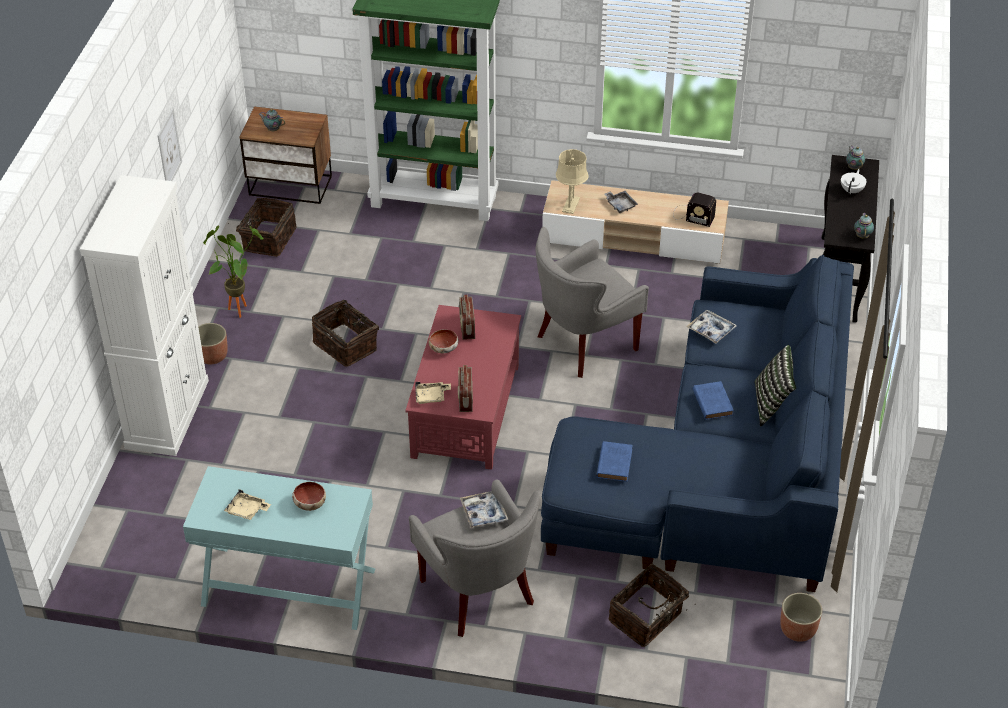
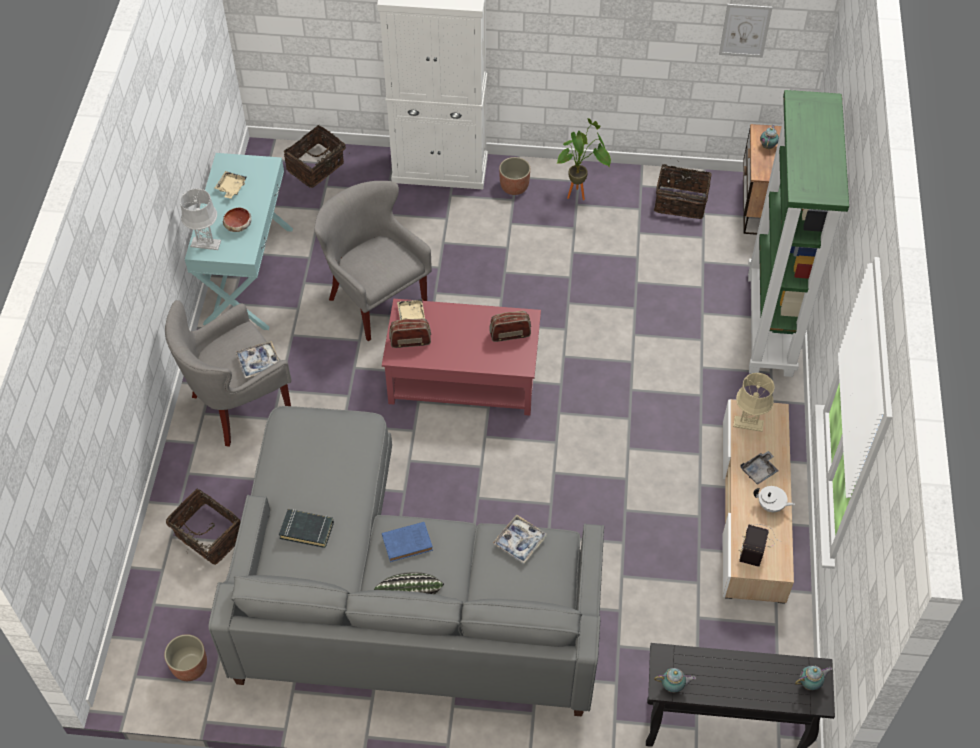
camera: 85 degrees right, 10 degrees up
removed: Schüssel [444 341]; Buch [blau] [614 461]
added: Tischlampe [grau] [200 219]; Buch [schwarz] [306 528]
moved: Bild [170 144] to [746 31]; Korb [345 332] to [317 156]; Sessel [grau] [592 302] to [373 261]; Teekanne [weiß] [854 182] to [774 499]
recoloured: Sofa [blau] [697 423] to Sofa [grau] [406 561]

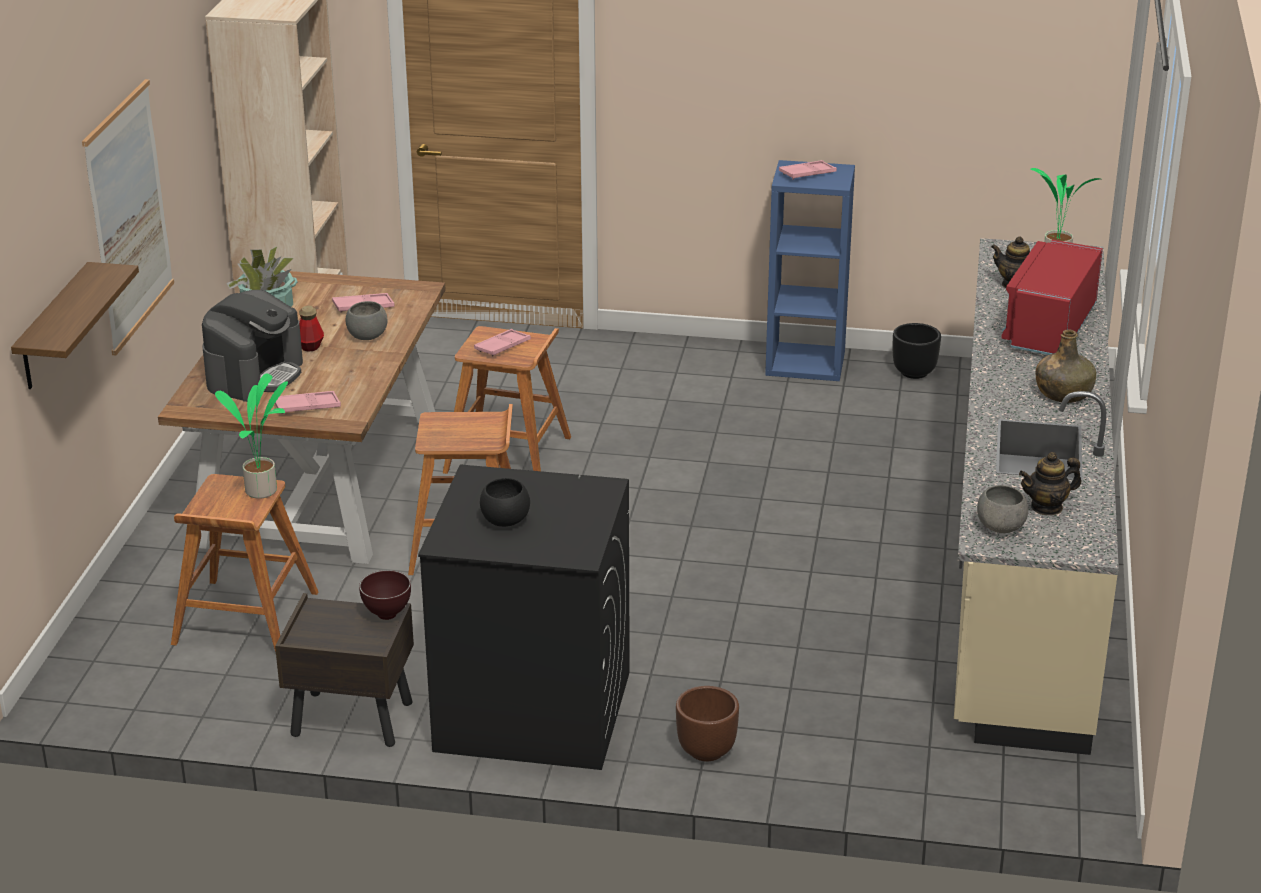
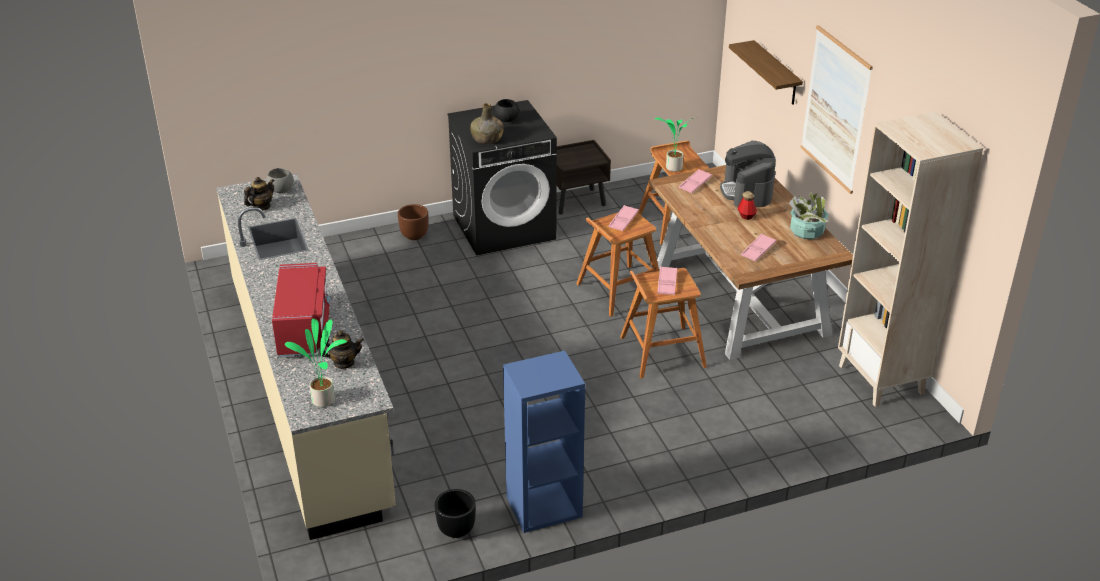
camera: 150 degrees right, 5 degrees up
removed: Schüssel [grau] [366 320]; Schüssel [braun] [385 595]
moved: Tablett [rosa] [808 170] to [624 218]; Flasche [grün] [1066 366] to [487 123]

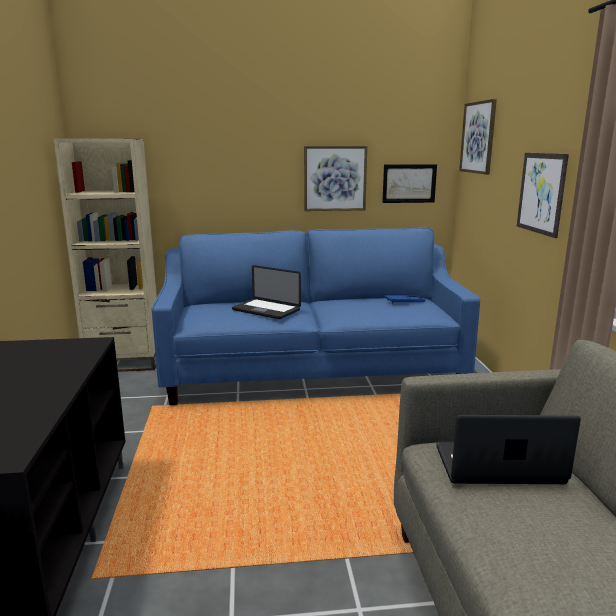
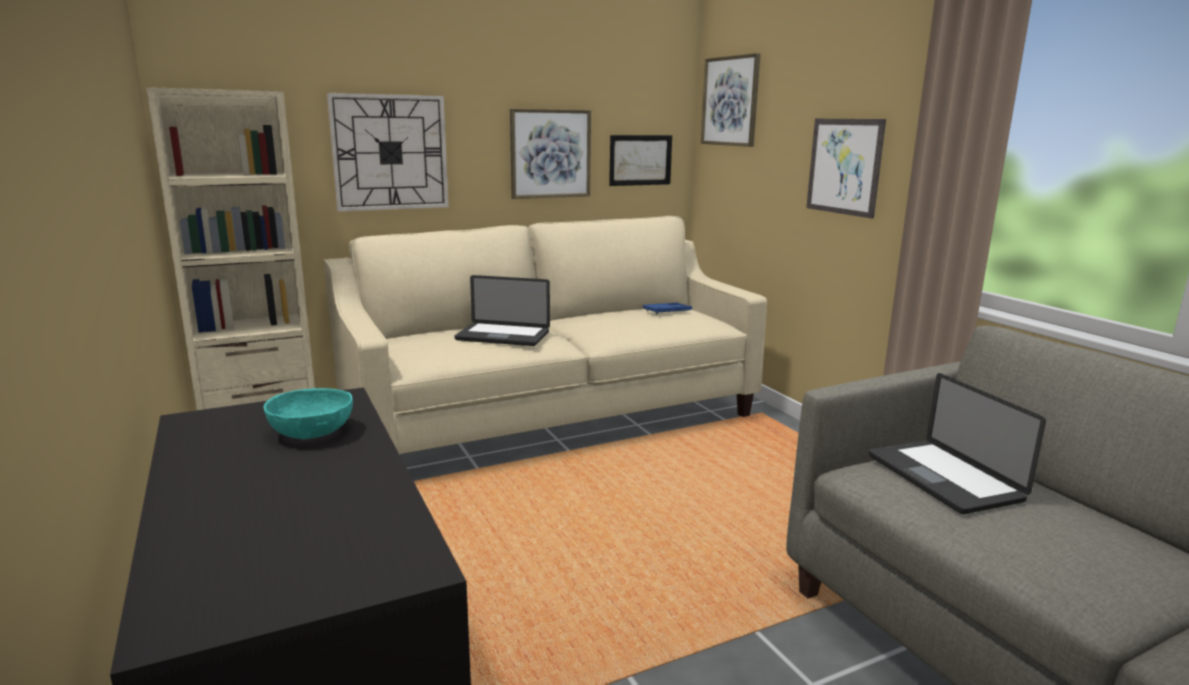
camera: 20 degrees left, 0 degrees up
added: Schüssel [türkis] [308 413]; Wanduhr [388 152]
recoloured: Sofa [blau] [316 316] to Sofa [beige] [545 335]
turned: Laptop [508 449] = [957 443] 90 degrees counterclockwise

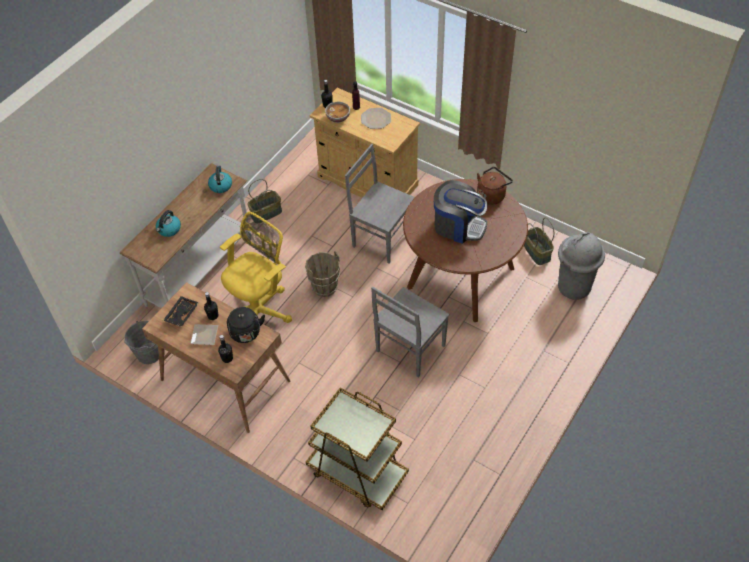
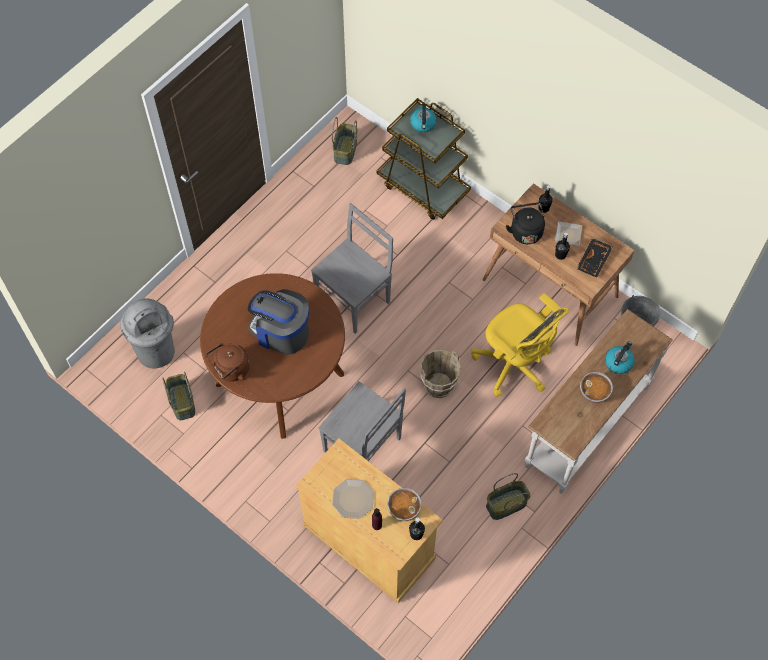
camera: 175 degrees left, 10 degrees up
added: Korb [344 141]; Schüssel [596 387]
moved: Wasserkessel [220 179] to [423 118]
turned: Bürostuhl [gelb] [256 267] = [520 345] 90 degrees counterclockwise

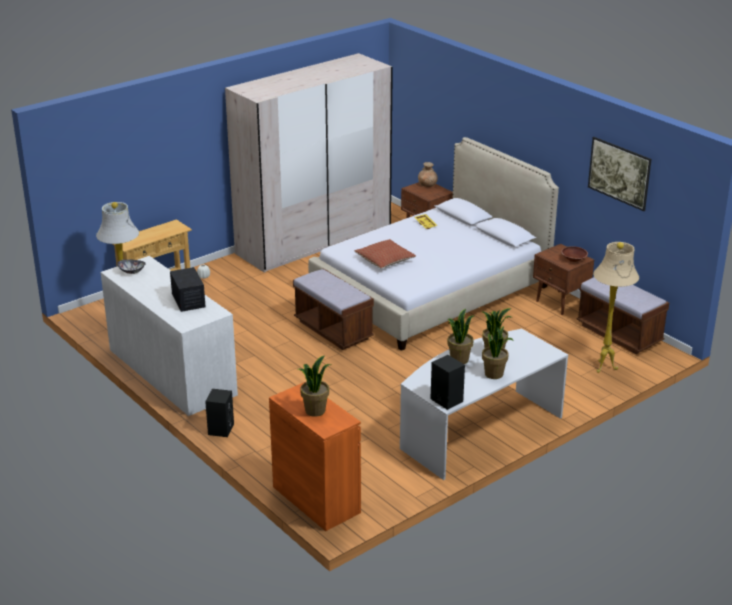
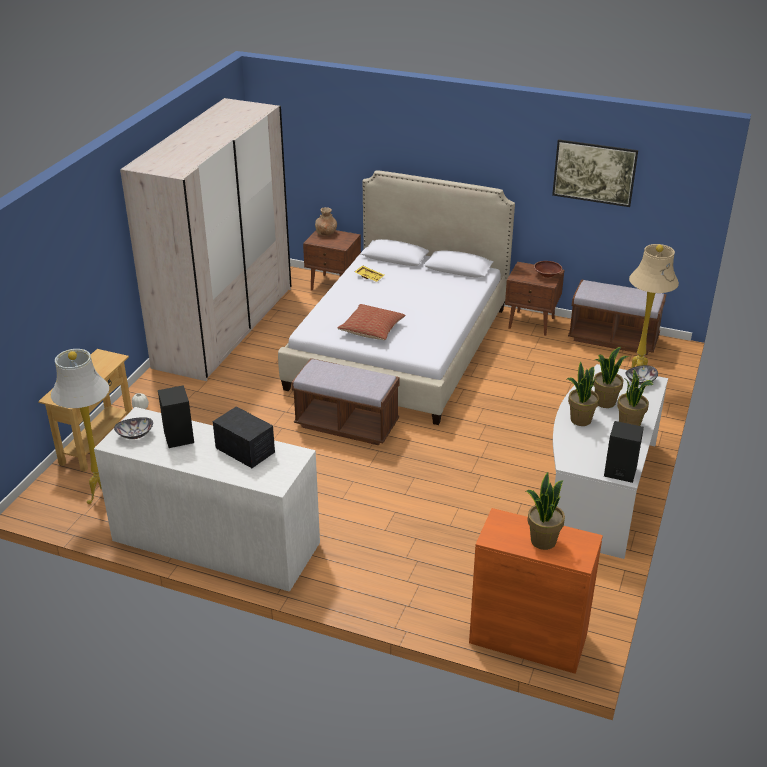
camera: 30 degrees left, 5 degrees up
added: Schüssel [642 375]
moved: Lautsprecher [schwarz] [219 413] to [176 416]

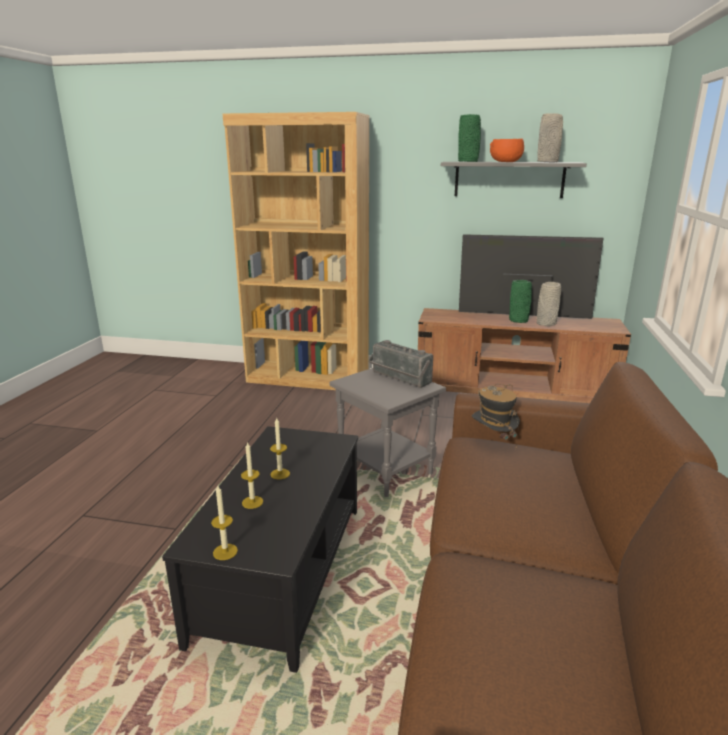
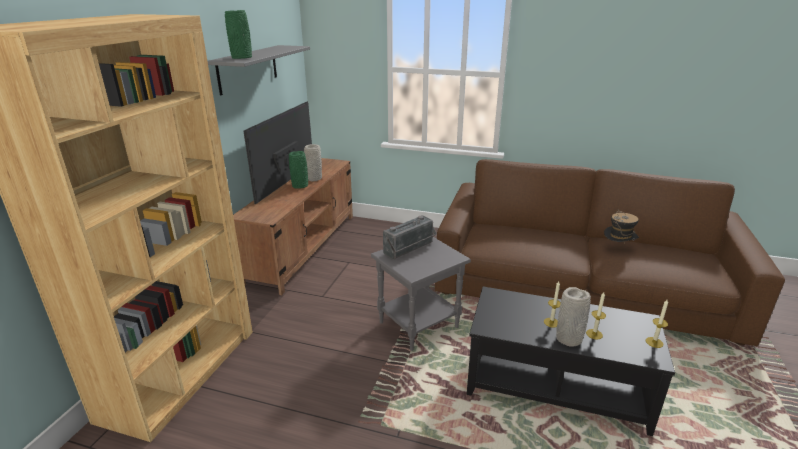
camera: 85 degrees left, 5 degrees up
removed: Schüssel [orange] [507 150]
moved: Hut [496 415] to [621 226]; Vase [grau] [550 138] to [573 317]

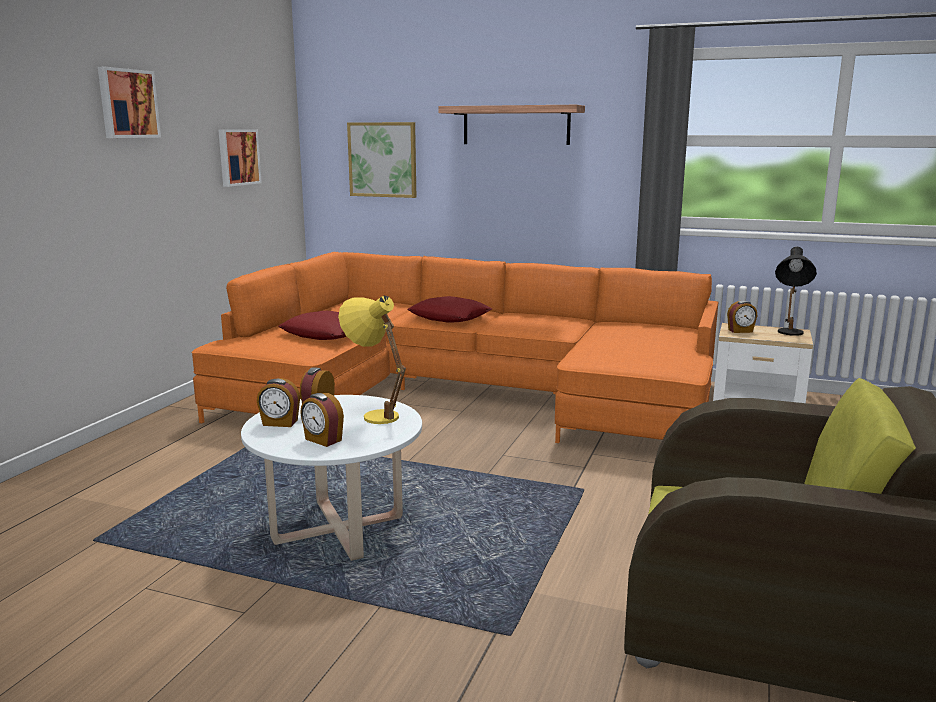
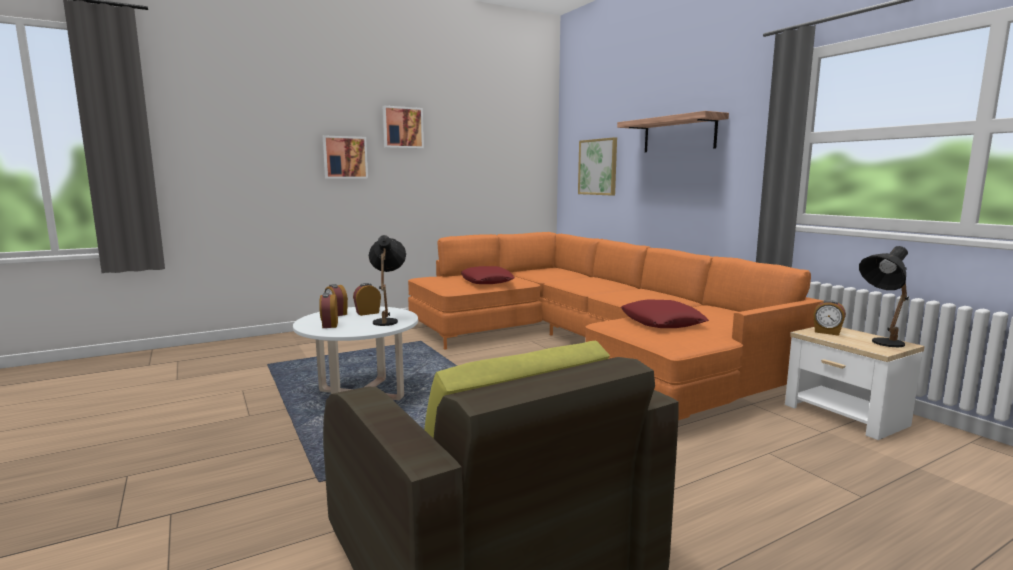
camera: 40 degrees right, 5 degrees down
moved: Bild [240 158] to [345 157]; Kissen [rot] [449 309] to [665 313]
recoloured: Tischlampe [gelb] [372 360] to Tischlampe [schwarz] [387 280]

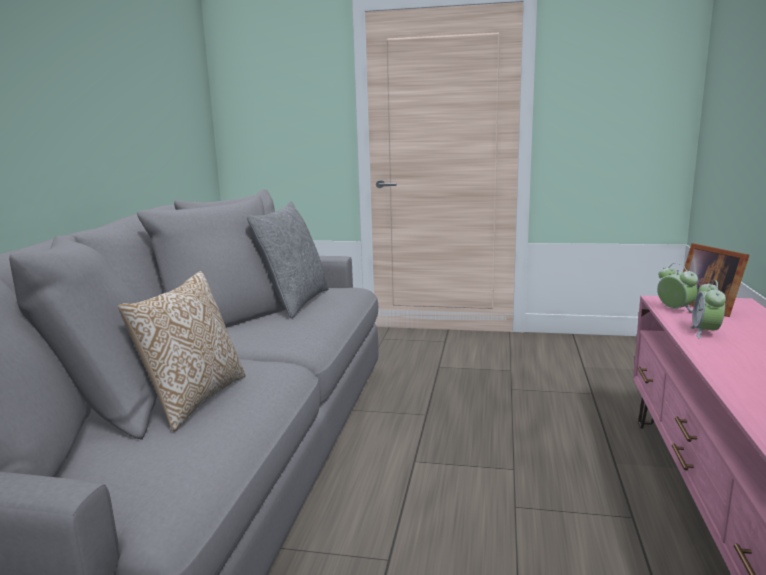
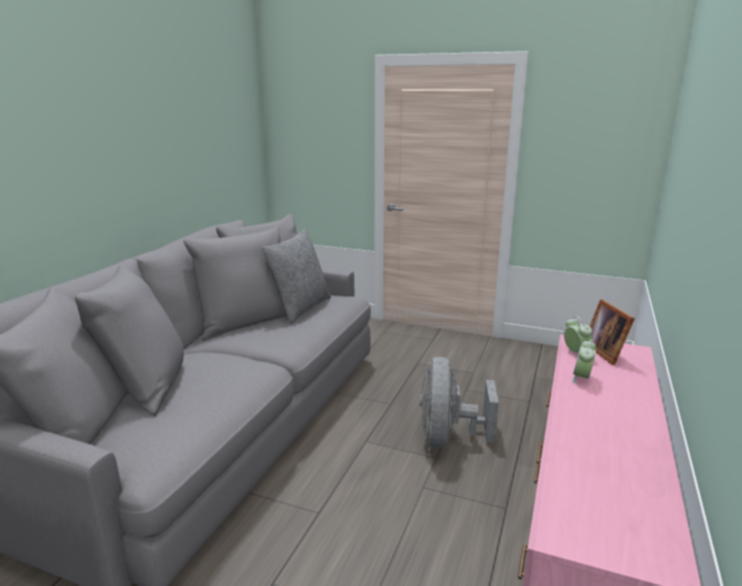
camera: 10 degrees right, 5 degrees up
removed: Kissen [182 351]
added: Ventilator [grau] [459 402]

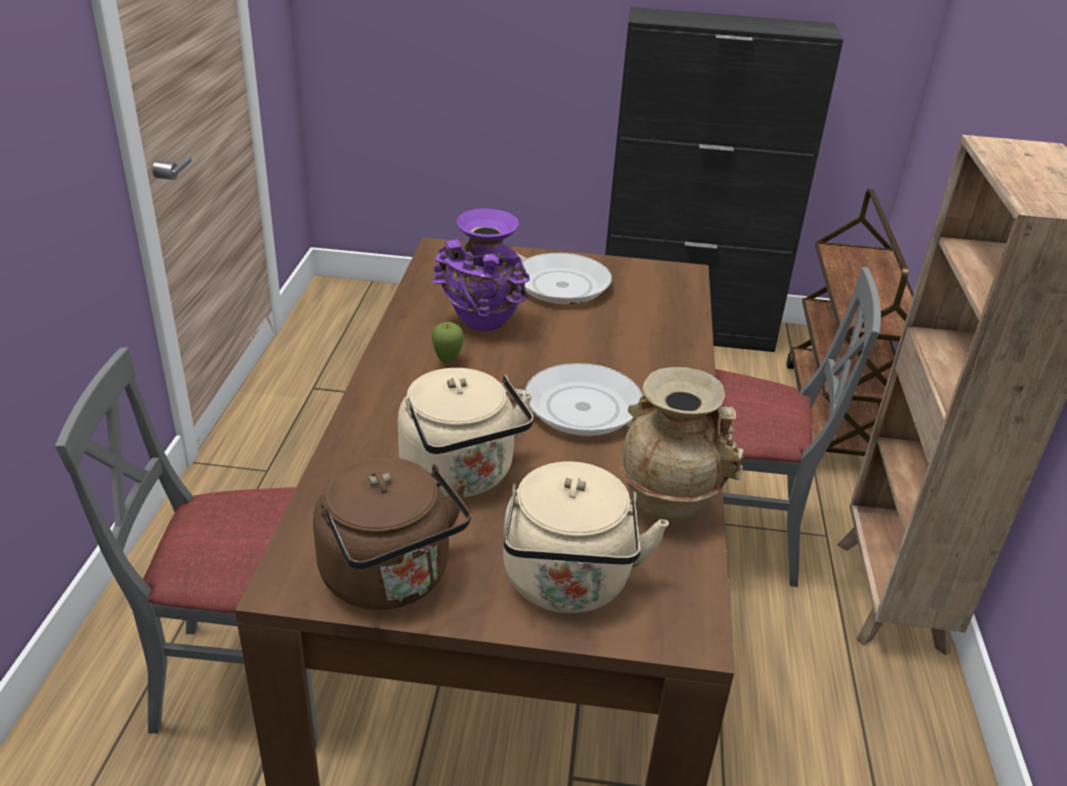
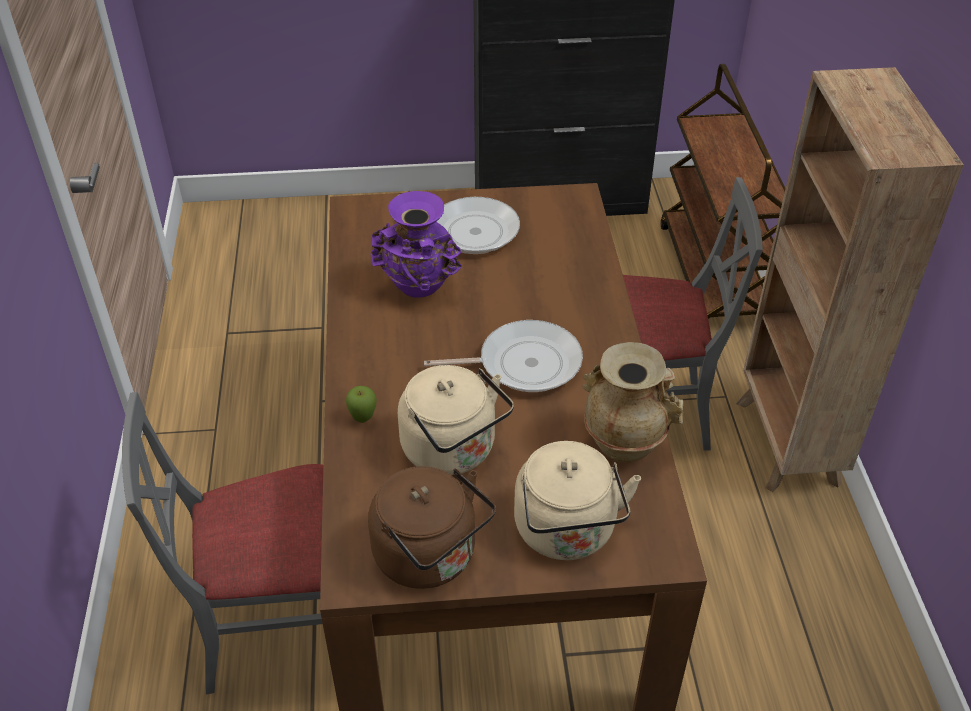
camera: 10 degrees left, 10 degrees up
moved: Apfel [448 342] to [361 404]

